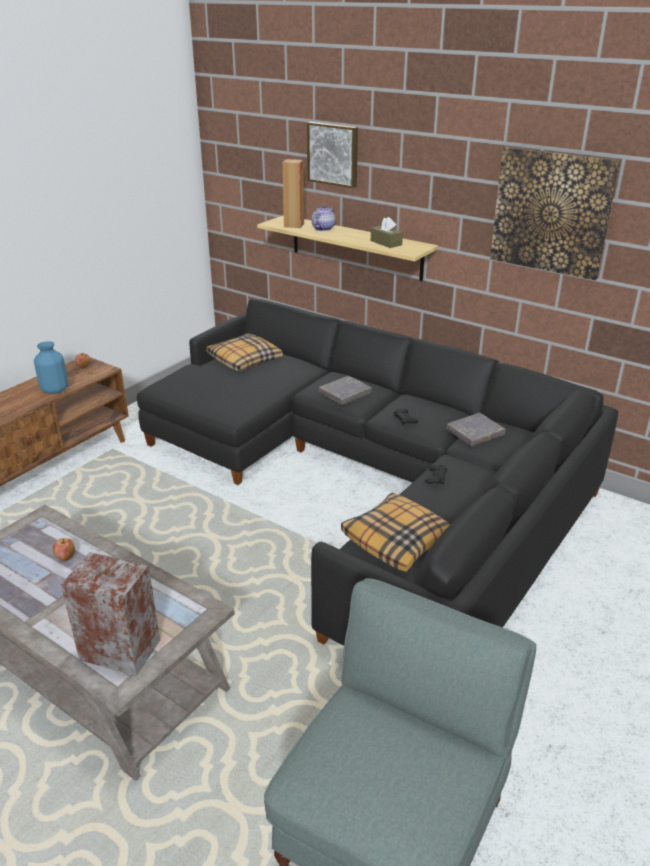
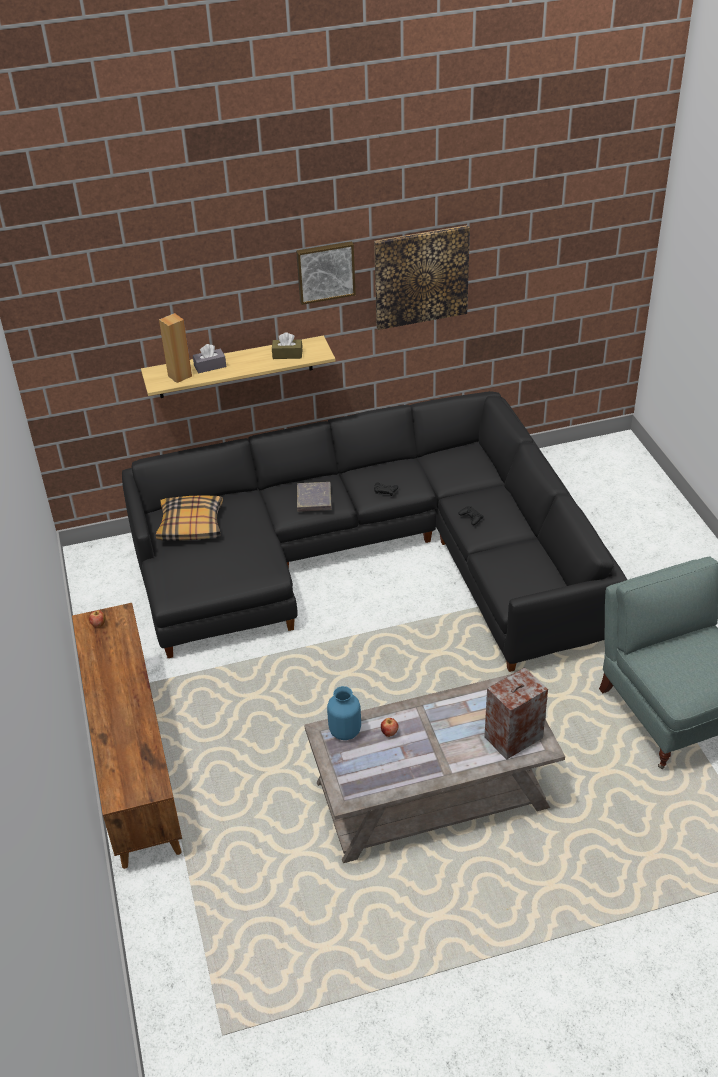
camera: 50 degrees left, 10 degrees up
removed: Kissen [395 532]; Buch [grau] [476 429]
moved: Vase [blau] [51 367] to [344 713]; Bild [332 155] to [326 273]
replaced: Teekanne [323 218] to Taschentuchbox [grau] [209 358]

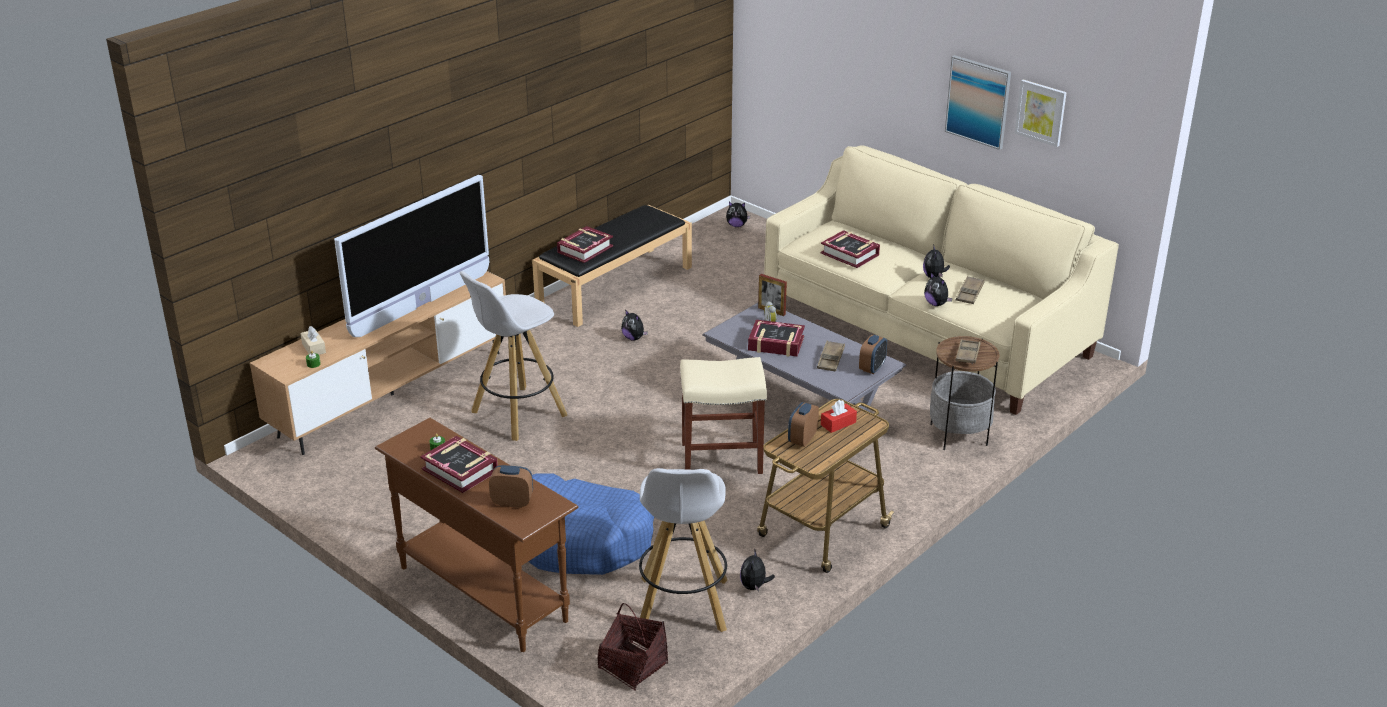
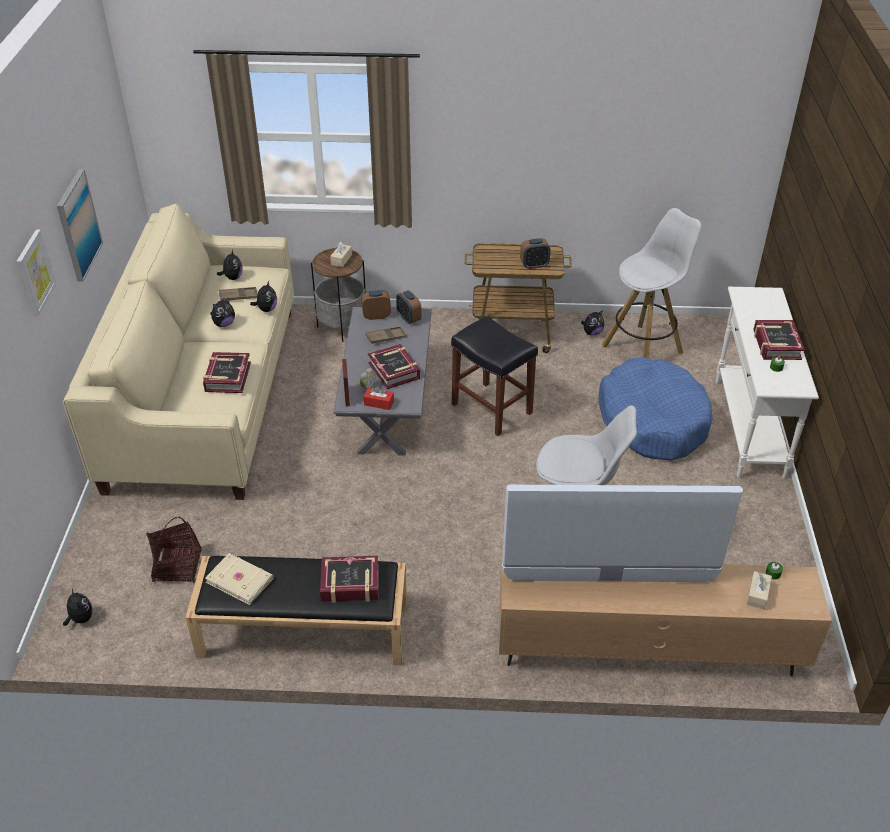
camera: 130 degrees left, 10 degrees up
added: Buch [beige] [239 579]
moved: Wecker [511 486] to [409 307]; Korb [633 647] to [173 550]; Plüschtier [634 325] to [230 265]; Taschentuchbox [rot] [839 416] to [378 398]; Bild [1041 113] to [36 272]
replaced: Tablett [braun] [968 351] to Taschentuchbox [beige] [341 254]
recoloured: Konsolentisch [braun] [476 535] to Konsolentisch [weiß] [767 383]; Hocker [beige] [723 415] to Hocker [schwarz] [494 376]

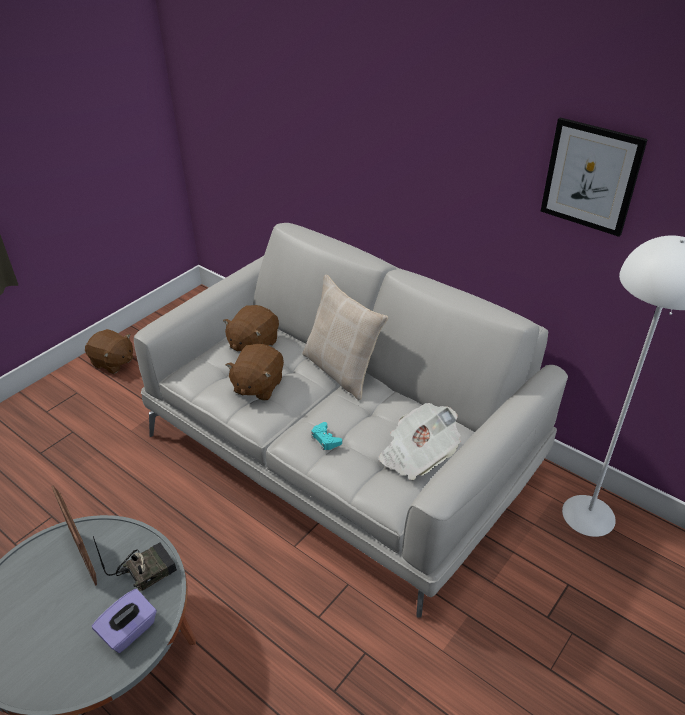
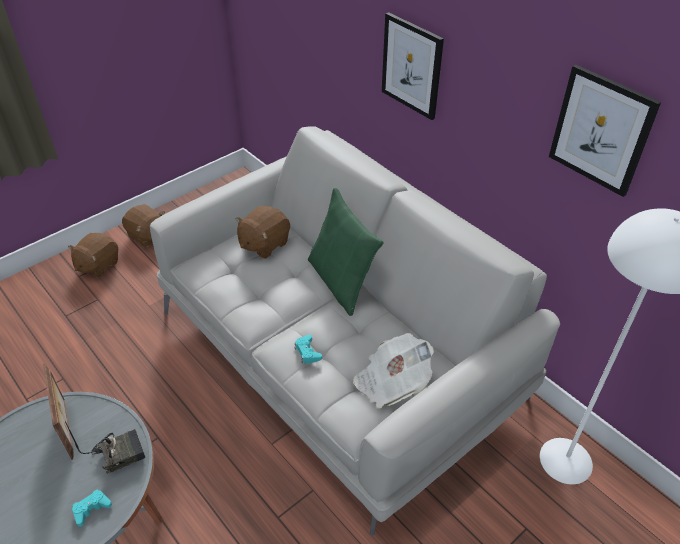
camera: 10 degrees right, 5 degrees up
added: Bild [413 66]
moved: Plüschtier [braun] [255 372] to [93 255]
replaced: Taschentuchbox [lila] [124 621] to Gamepad [türkis] [92 508]
recoloured: Kissen [beige] [345 337] to Kissen [grün] [346 252]

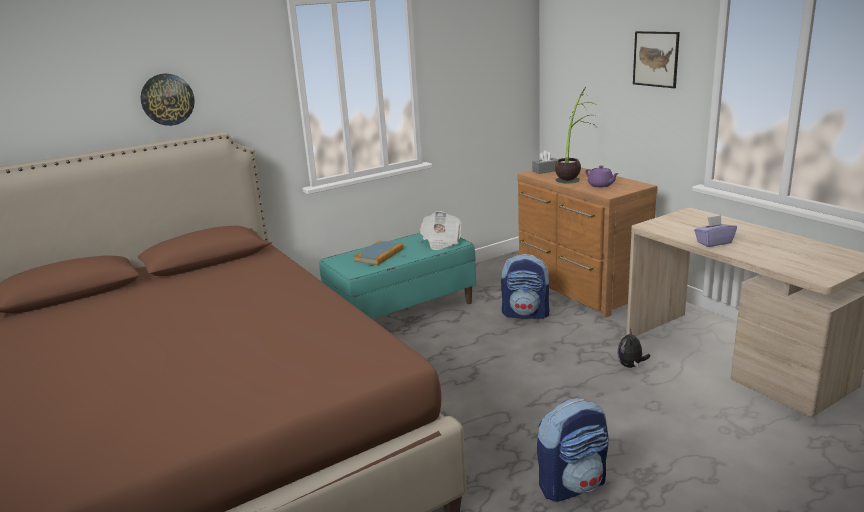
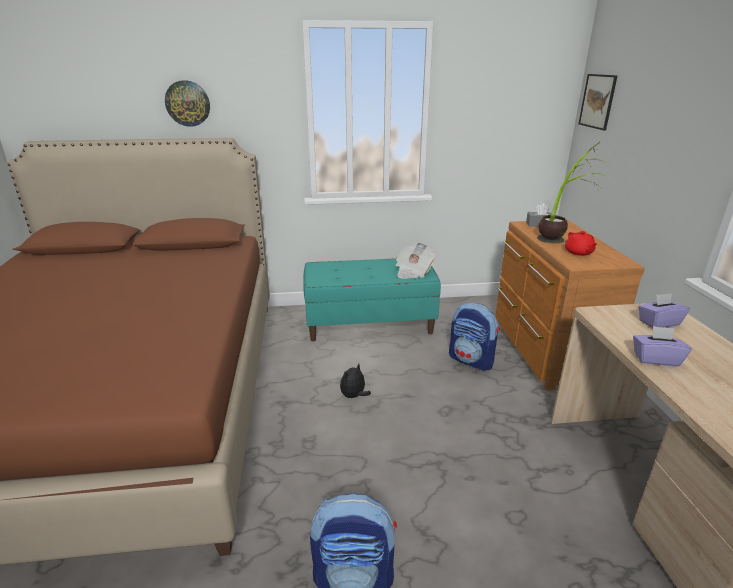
camera: 25 degrees right, 5 degrees up
removed: Buch [378 253]
added: Taschentuchbox [lila] [664 310]
moved: Plüschtier [633 348] to [355 381]; Bild [656 59] to [597 102]
recoloured: Teekanne [lila] [602 176] to Teekanne [rot] [581 243]

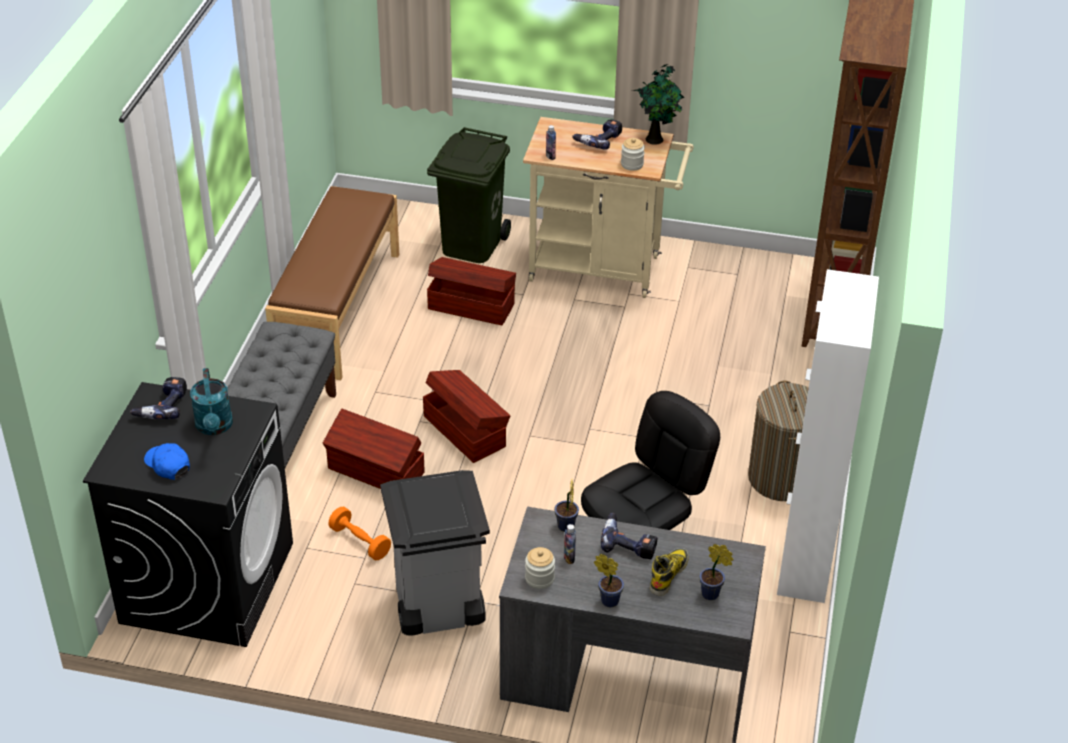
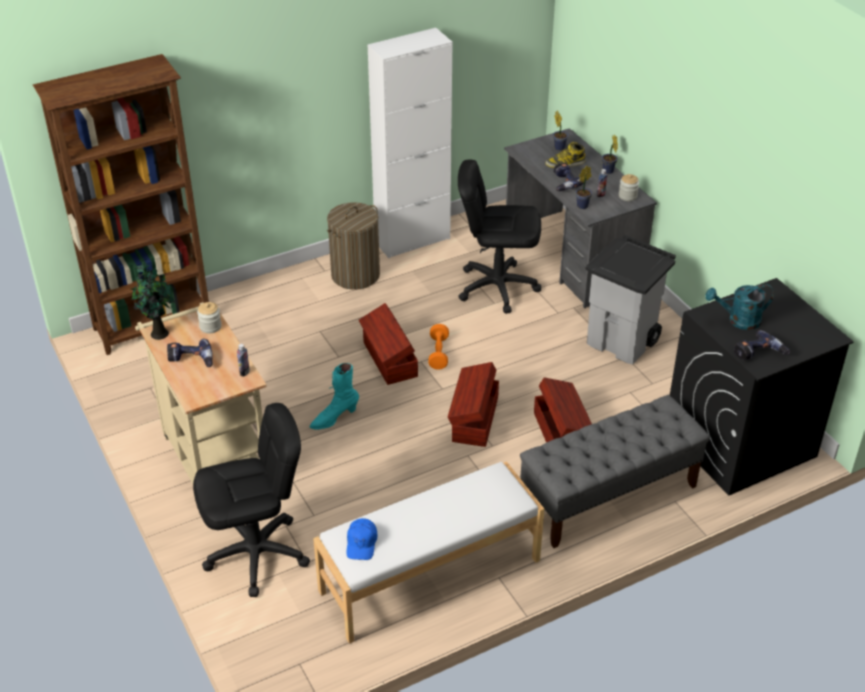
camera: 130 degrees left, 0 degrees up
added: Stiefel [türkis] [334 396]
moved: Kappe [blau] [167 461] to [361 539]; Hantel [orange] [359 533] to [438 347]; Aufbewahrungsbox [braun] [471 291] to [388 344]
replaced: Mülleimer [grün] [469 195] to Bürostuhl [schwarz] [251 500]
recoloured: Bank [braun] [332 283] to Bank [weiß] [428 553]
turned: Gießkanne [türkis] [211 401] = [740 307] 135 degrees counterclockwise

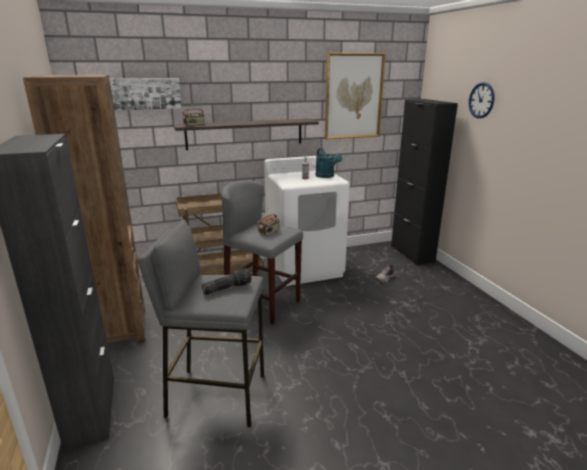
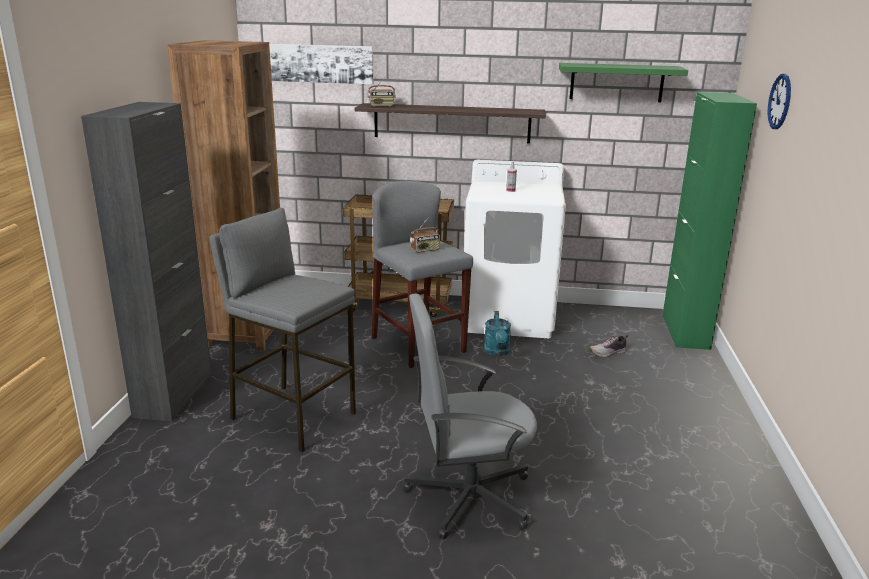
camera: 25 degrees right, 0 degrees up
removed: Taschenlampe [227 281]
added: Bürostuhl [grau] [470 416]
moved: Gießkanne [türkis] [329 163] to [497 333]
replaced: Bild [355 96] to Wandregal [grün] [623 82]
recoloured: Schrank [schwarz] [424 182] to Schrank [grün] [709 221]

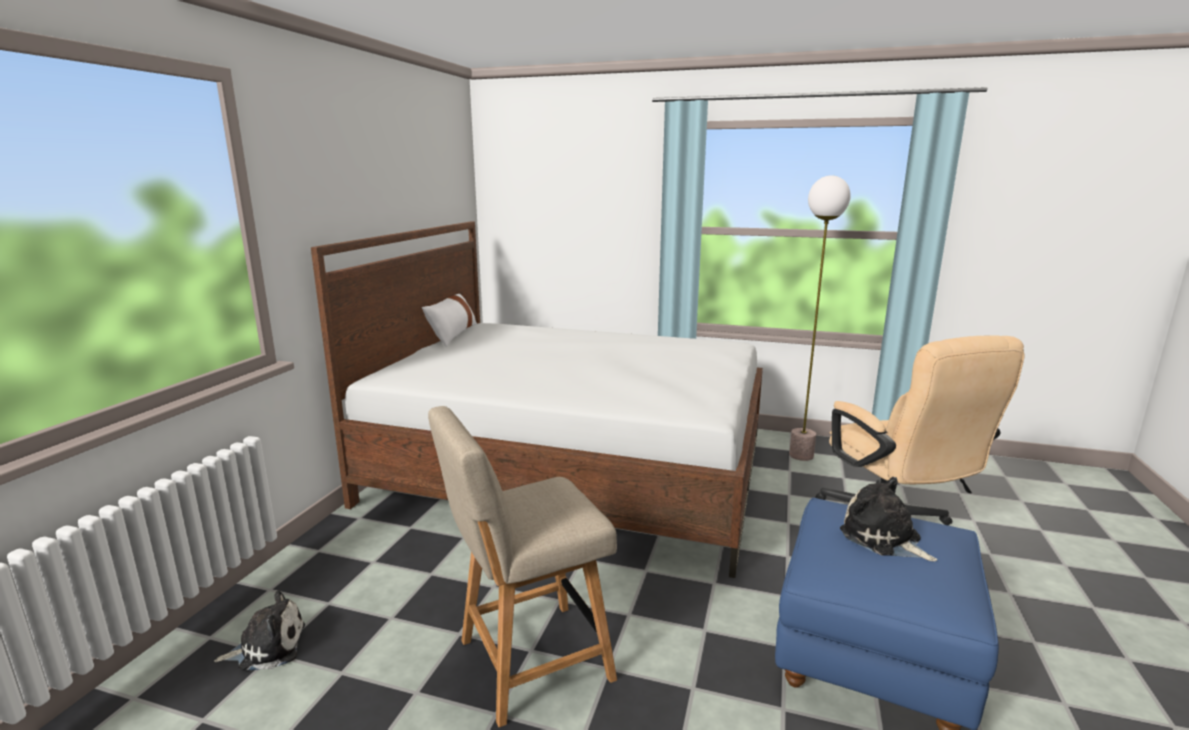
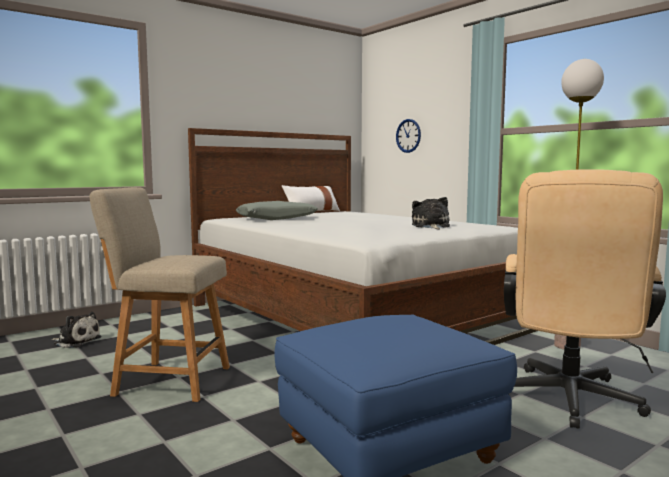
camera: 35 degrees right, 10 degrees down
added: Kissen [grau] [277 210]; Wanduhr [408 136]
moved: Plüschtier [888 519] to [431 213]

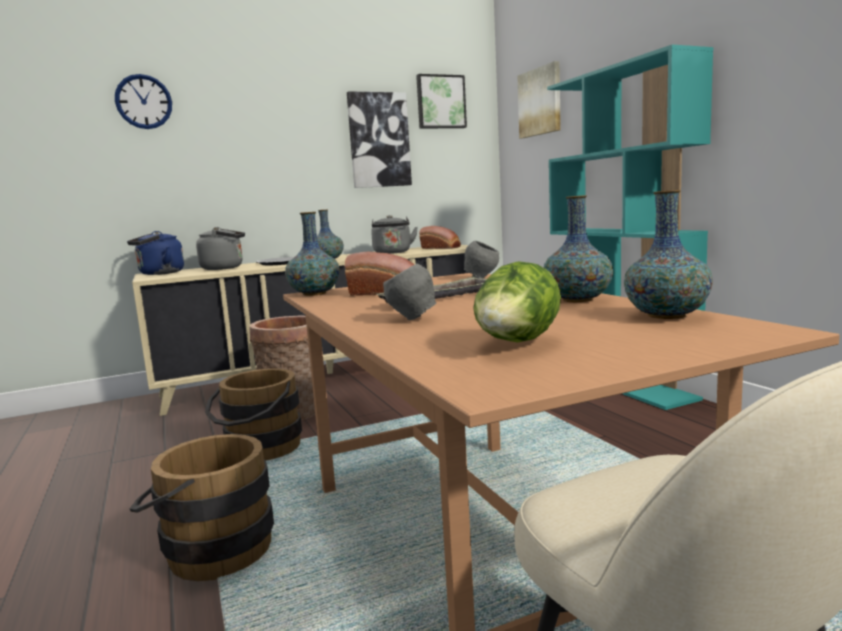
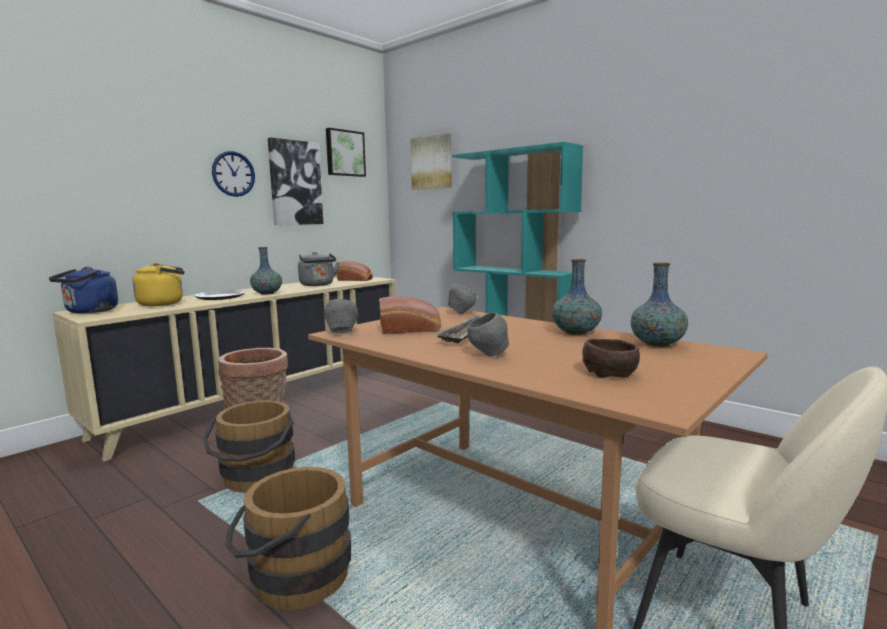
camera: 25 degrees left, 0 degrees up
moved: Wanduhr [143 101] to [233 174]
replaced: Vase [312 254] to Schüssel [grau] [341 316]; Salatkopf [517 301] to Schüssel [braun] [611 358]
recoloured: Wasserkessel [grau] [220 248] to Wasserkessel [gelb] [158 284]

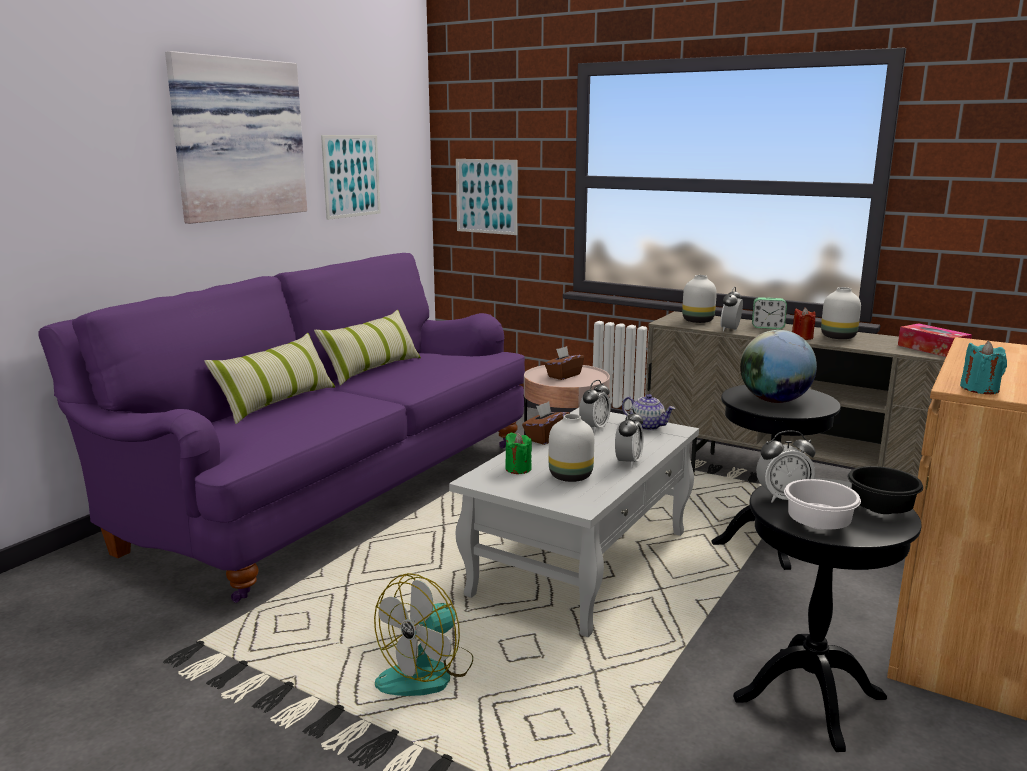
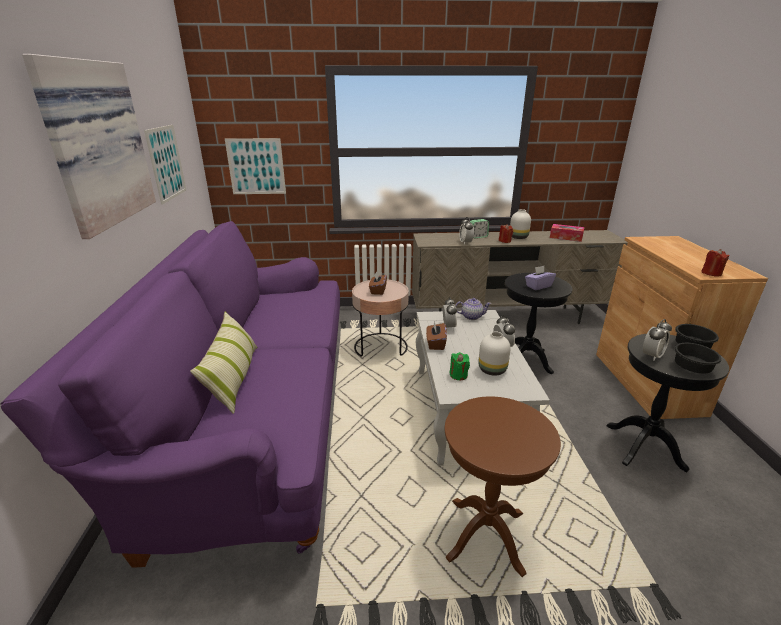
camera: 35 degrees left, 10 degrees up
removed: Kissen [367 348]; Vase [weiß] [699 299]
replaced: Ventilator [423 634] to Beistelltisch [braun] [503 486]; Globus [778 366] to Taschentuchbox [lila] [540 278]
recoloured: Schüssel [weiß] [822 504] to Schüssel [schwarz] [697 358]; Kerze [türkis] [983 367] to Kerze [rot] [715 263]

